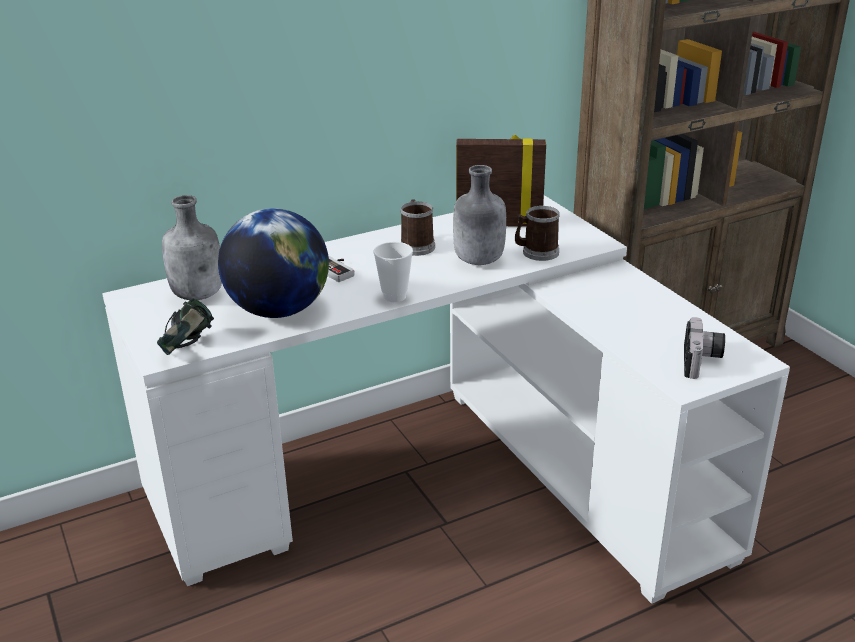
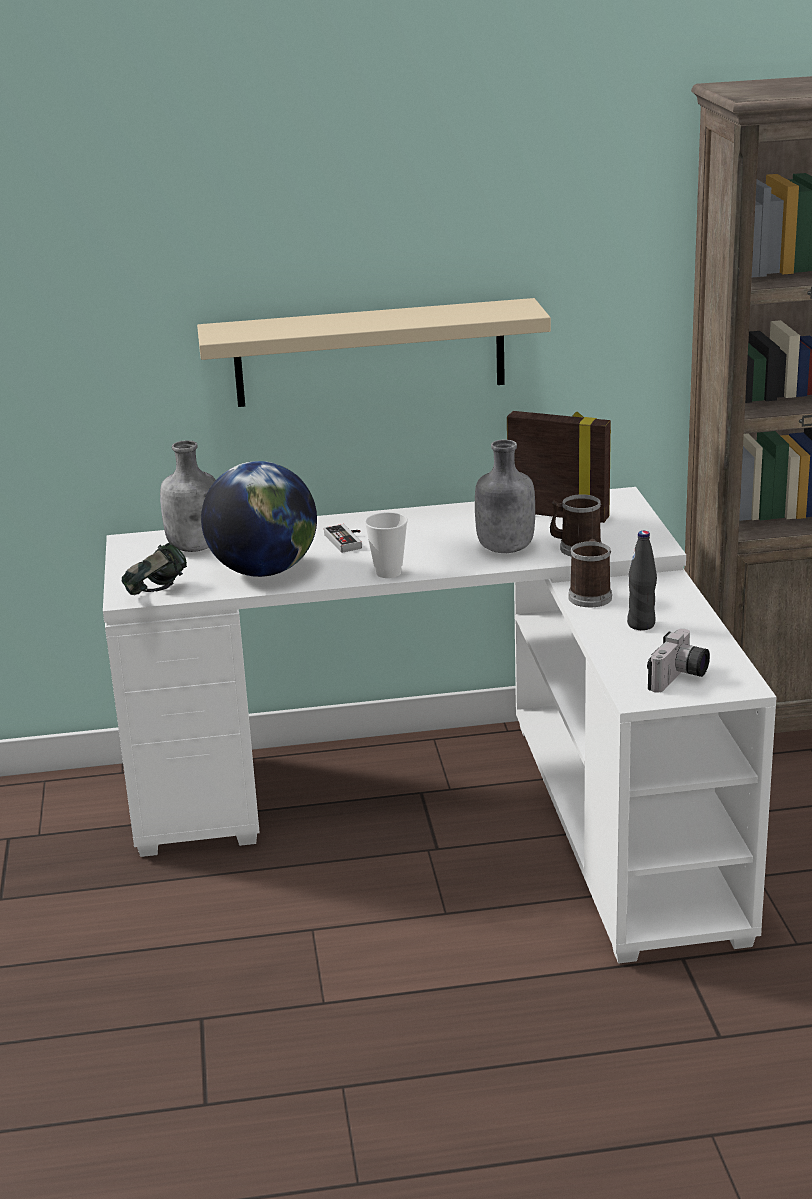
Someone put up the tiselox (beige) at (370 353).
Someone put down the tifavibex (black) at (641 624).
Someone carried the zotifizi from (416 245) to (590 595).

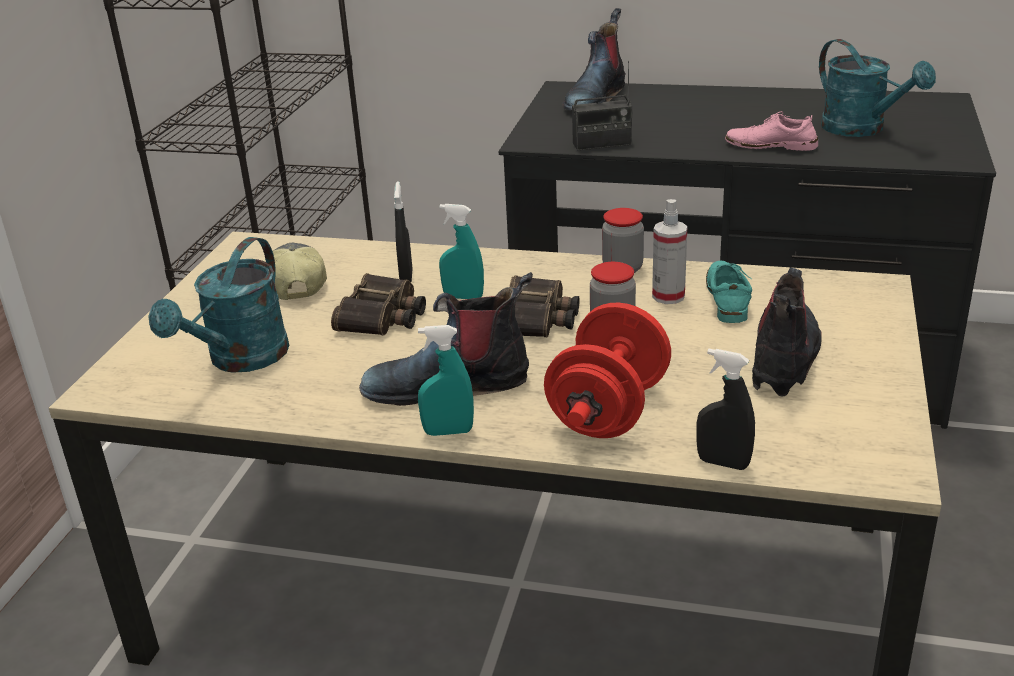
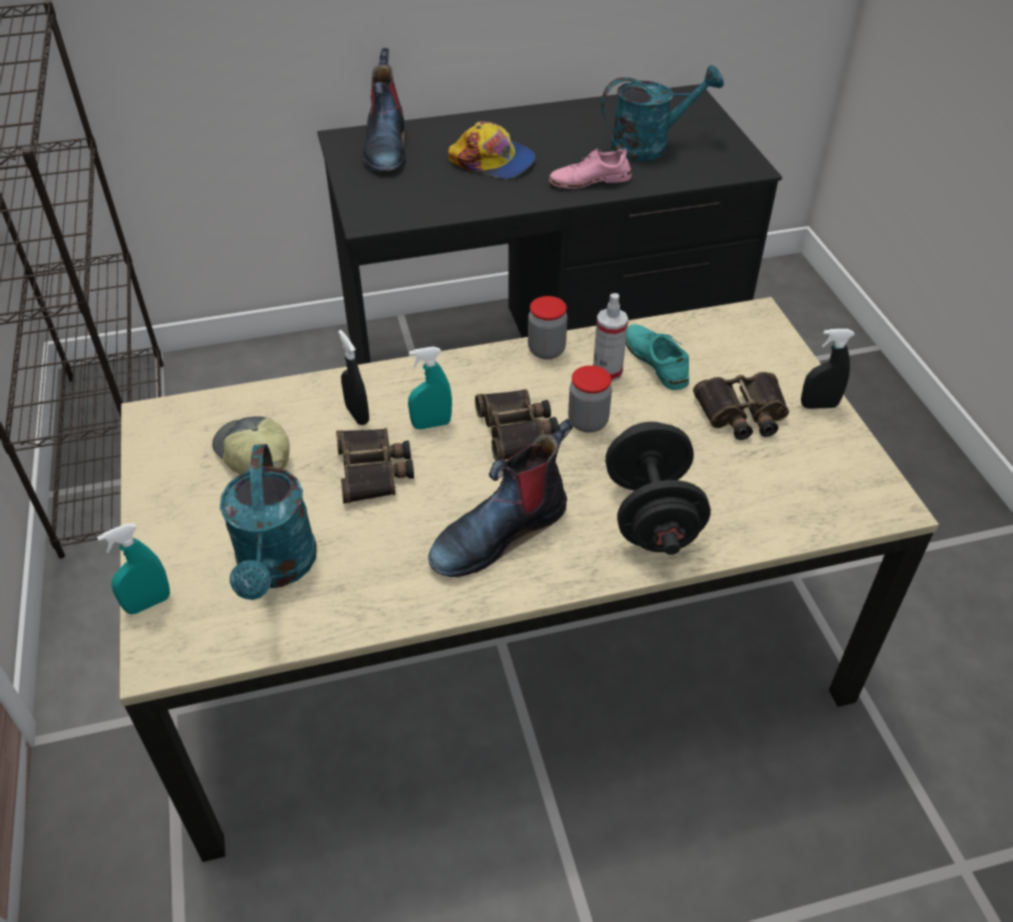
Someone took away the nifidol at (602 144).
Someone put down the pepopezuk at (493 161).
Someone carried the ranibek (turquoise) from (448 432) to (148 603).
Someone carried the ranibek (black) from (723 463) to (818 405).
Someone swapped the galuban at (784 357) for the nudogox at (742 414).
Someone repainted the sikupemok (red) at (608 410), which became the sikupemok (black) at (651 515).
Someone rotated the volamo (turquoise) at (862 130) by 45 degrees counterclockwise.

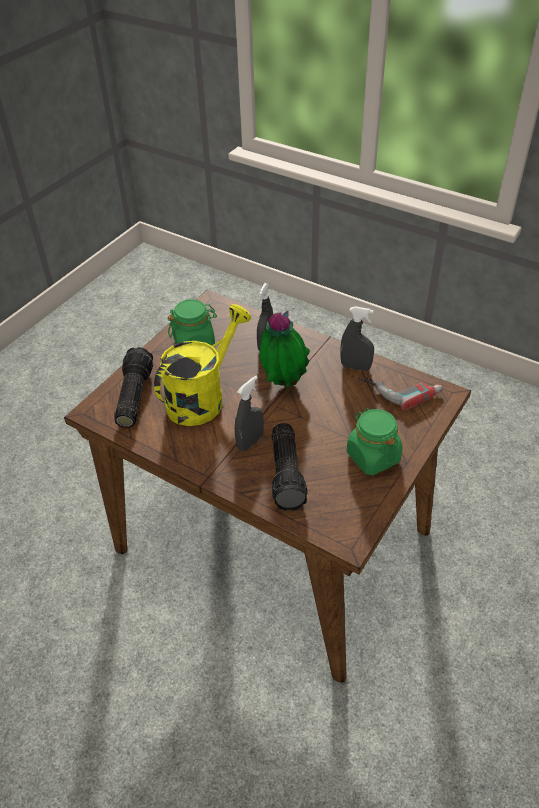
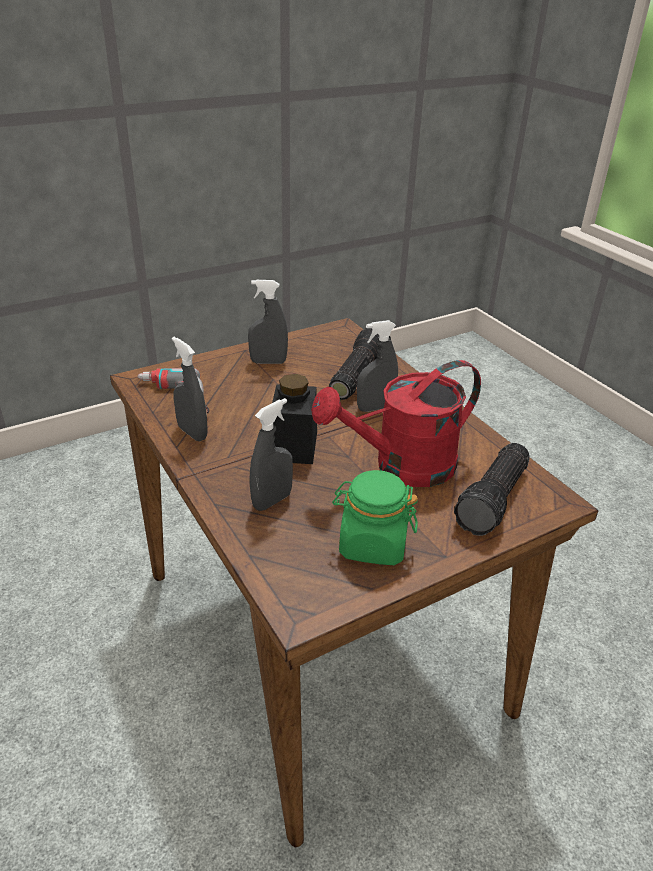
Someone swapped the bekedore at (283 384) for the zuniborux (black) at (293 446).
Someone swapped the zuniborux (green) at (372 456) for the ranibek (grey) at (268 362).
Someone repainted the volamo (yellow) at (202 397), which became the volamo (red) at (402 467).

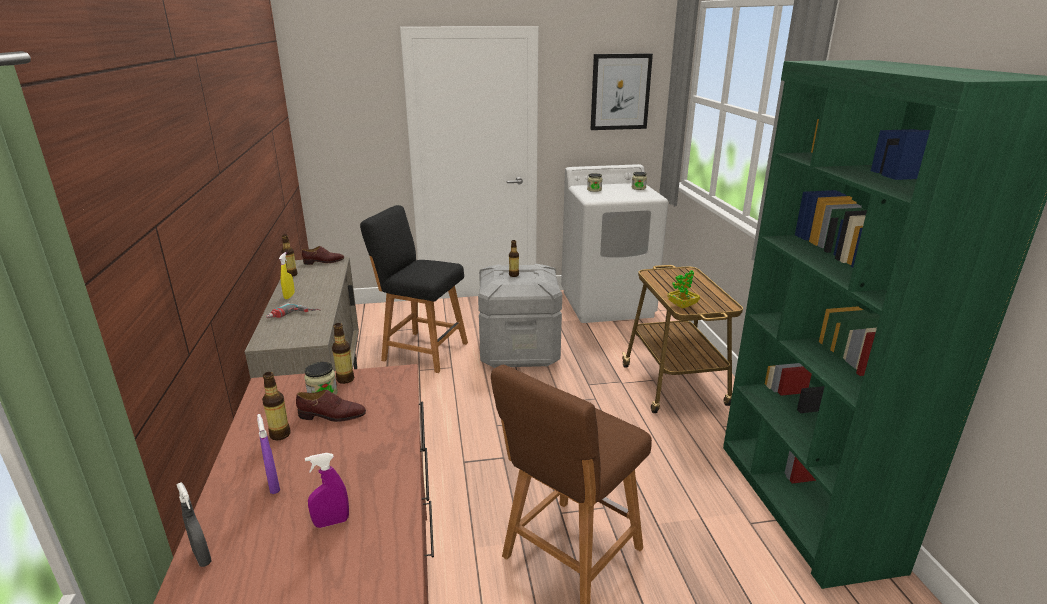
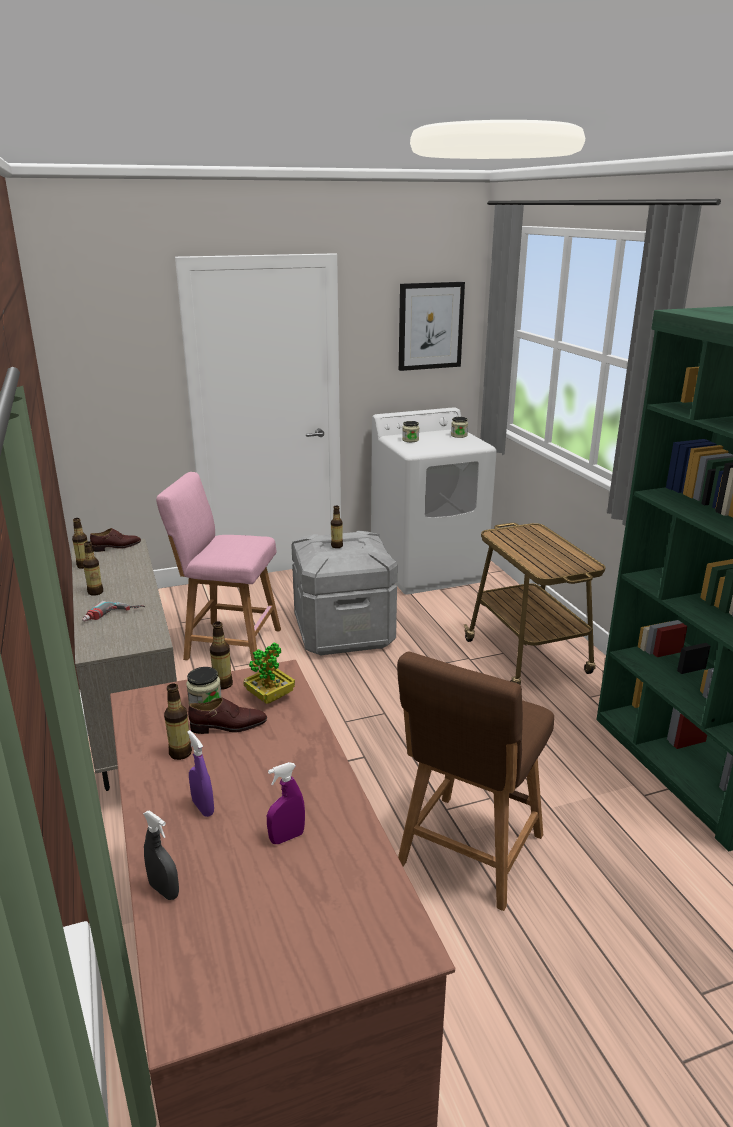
Someone carried the bekedore from (682 305) to (270 696).
Someone swapped the ranibek (yellow) at (289 296) for the tifavibex at (95 592).
Someone repainted the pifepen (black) at (421 351), which became the pifepen (pink) at (228 643).

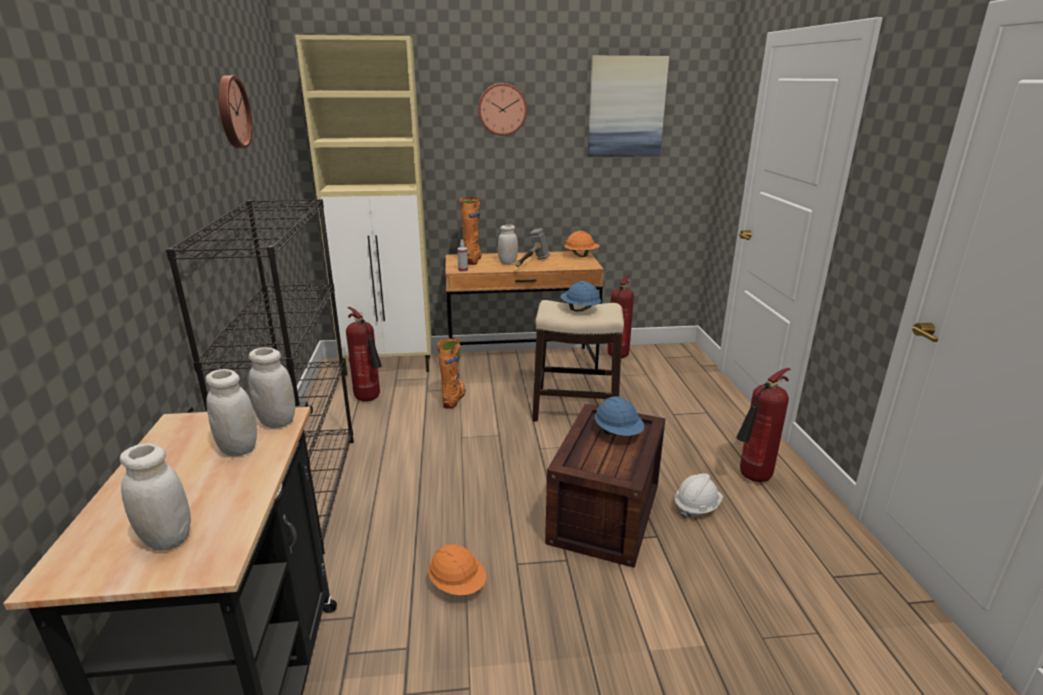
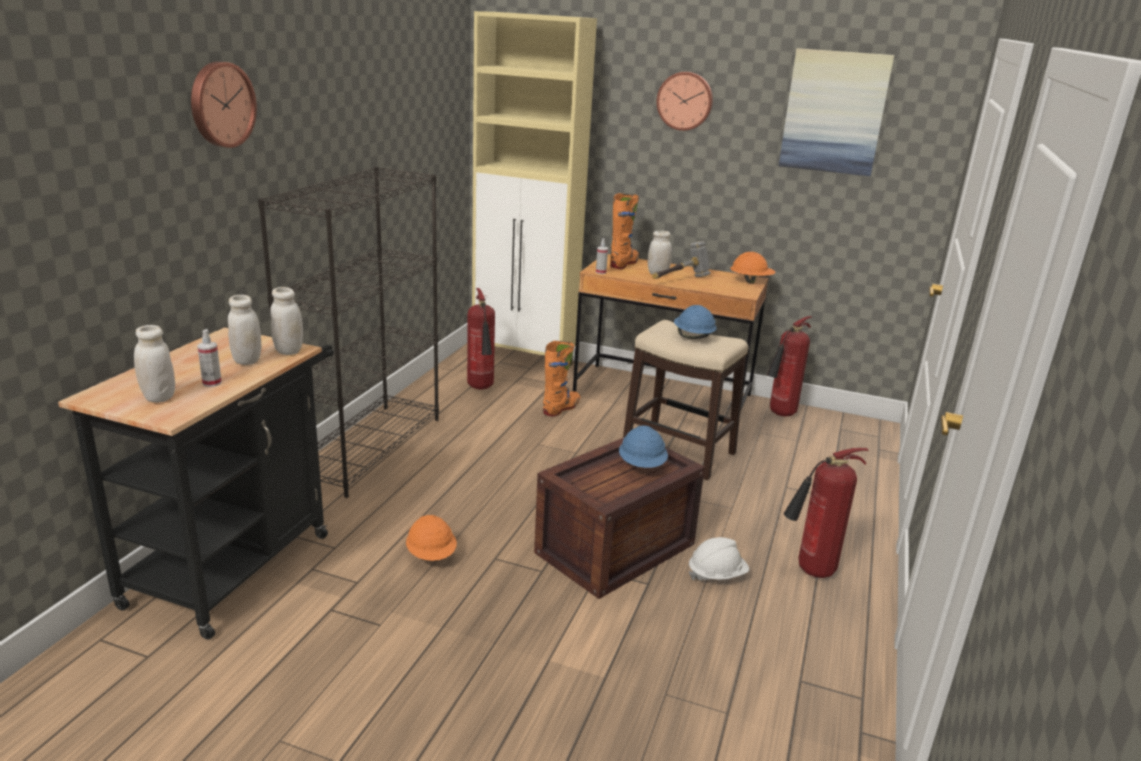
Someone put down the ranibek at (212 383).
Someone carried the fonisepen from (231 112) to (220 104).

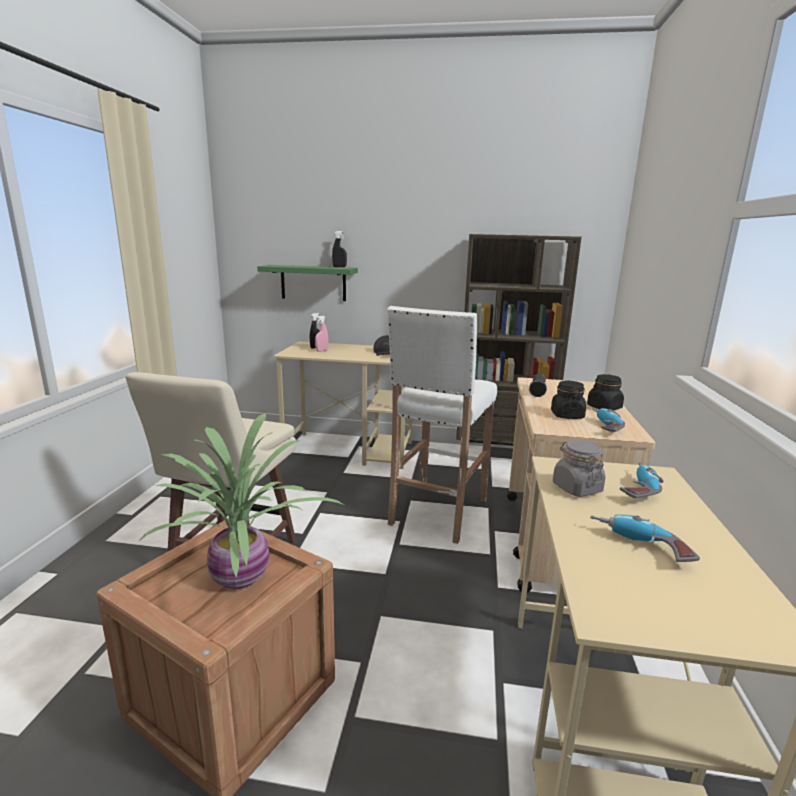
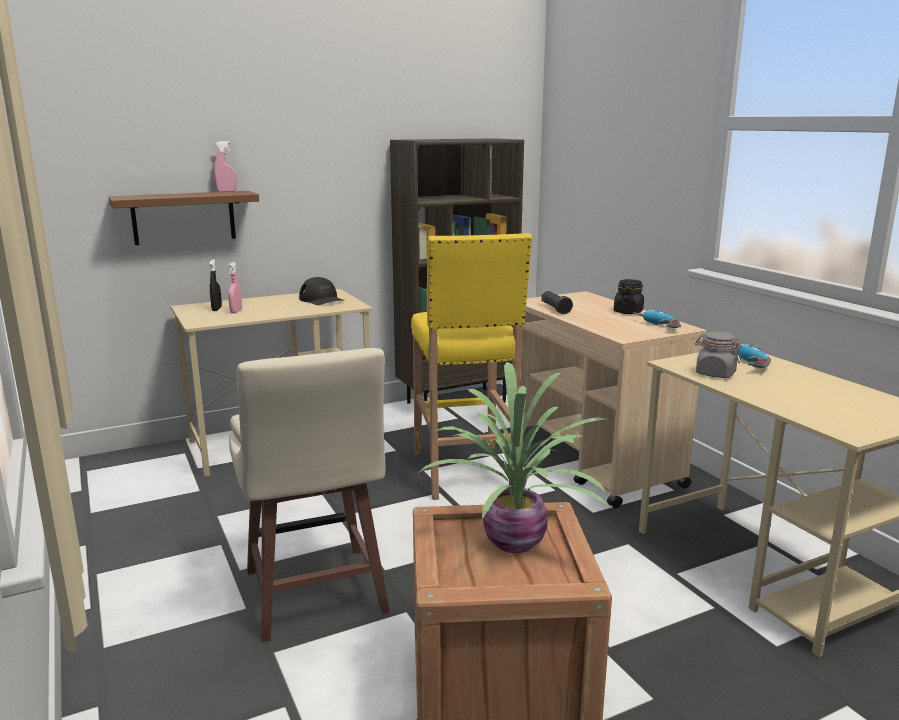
Someone took away the zuniborux (black) at (567 415).
Someone took away the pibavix at (639 547).
Someone repainted the tiselox (green) at (313 283), which became the tiselox (brown) at (184 217).
Someone repainted the ranibek (black) at (339 267), which became the ranibek (pink) at (226 191).
Someone repainted the pifepen (white) at (437 512), which became the pifepen (yellow) at (465 472).

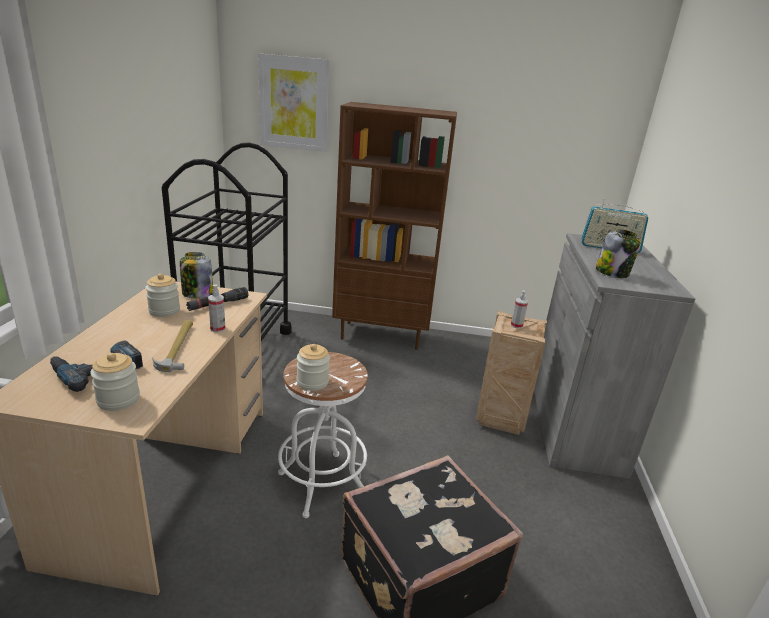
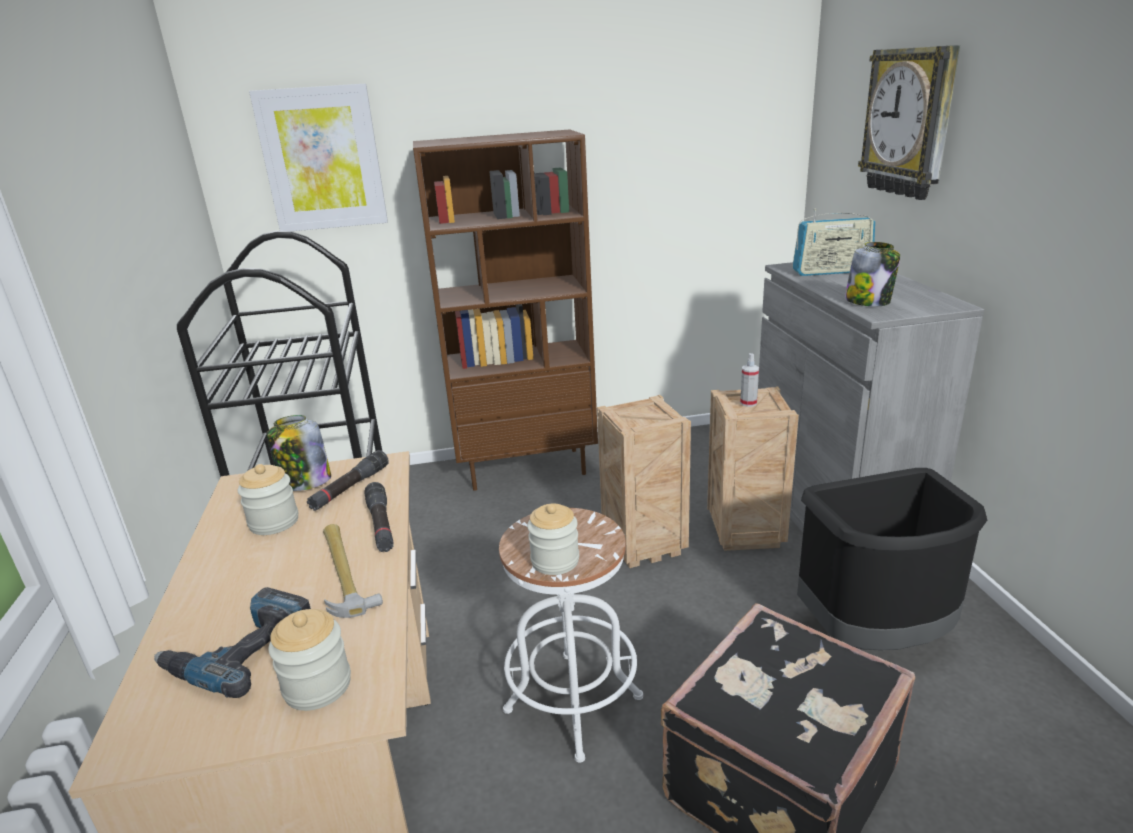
Someone put down the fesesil at (645 545).
Someone put down the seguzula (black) at (875 635).
Someone put up the fonisepen at (910 122).
Someone swapped the ranibek at (217 329) for the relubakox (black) at (381 525).

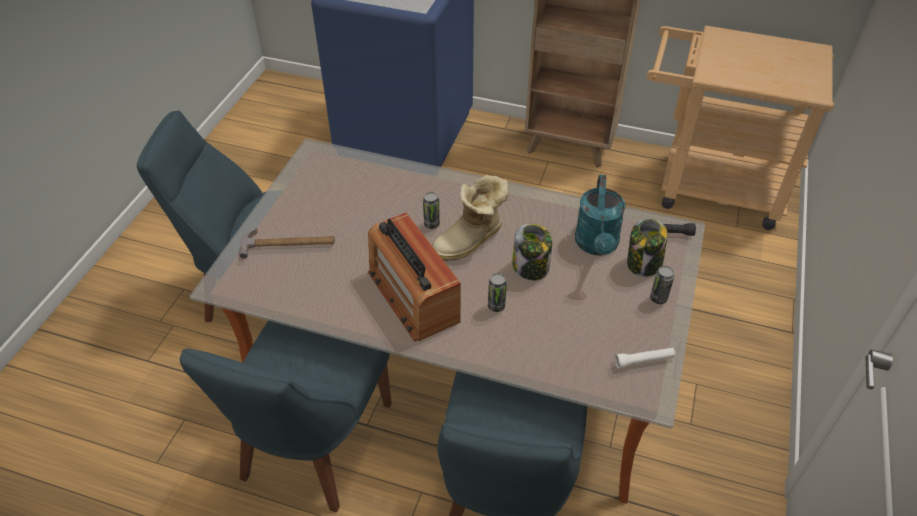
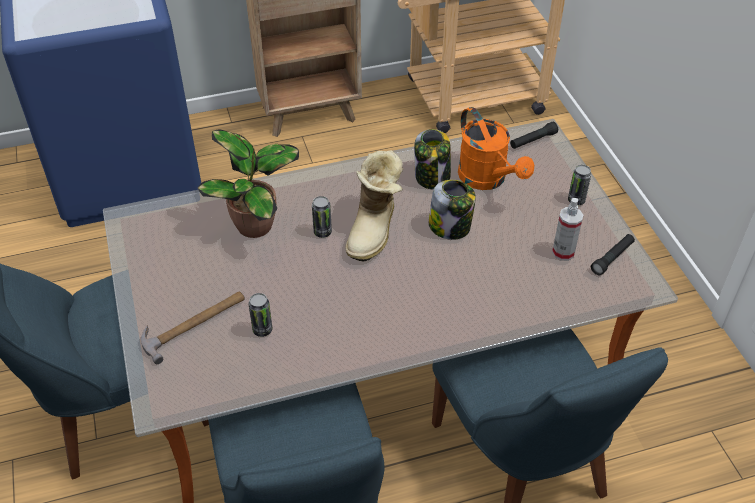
Someone took away the nifidol at (413 295).
Someone put down the bekedore at (257 225).
Someone put down the ranibek at (563 252).
Someone carried the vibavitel from (496 306) to (262 330).
Someone carried the zuniborux from (644 264) to (432 177).
Someone repainted the volamo (turquoise) at (597 246), which became the volamo (orange) at (487 179).
Someone repainted the relubakox (white) at (644 361), which became the relubakox (black) at (612 258).

